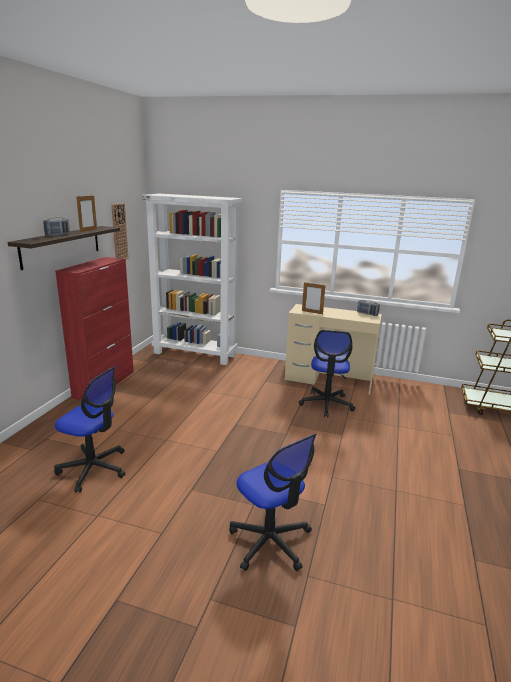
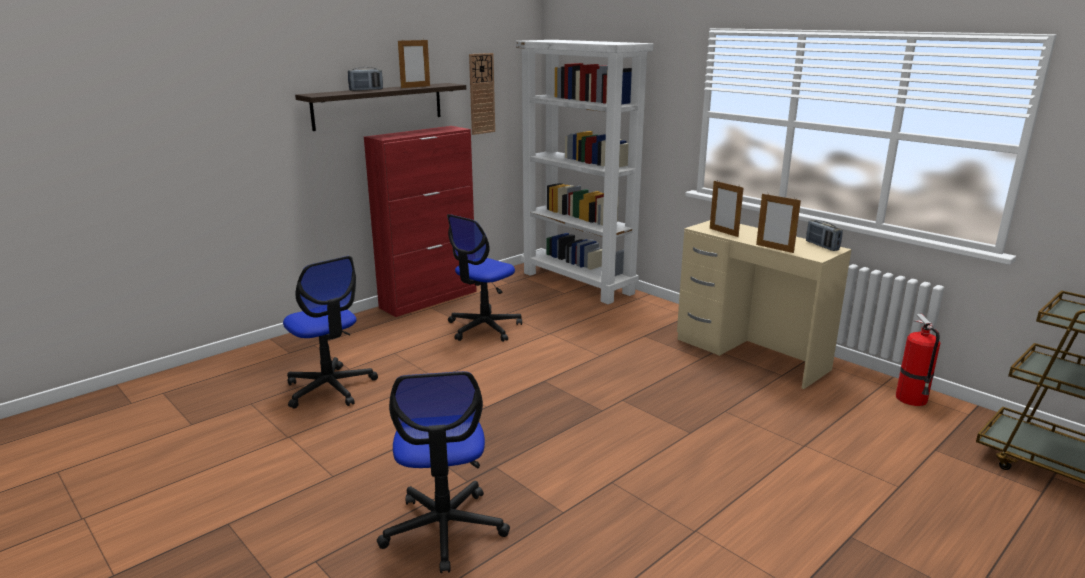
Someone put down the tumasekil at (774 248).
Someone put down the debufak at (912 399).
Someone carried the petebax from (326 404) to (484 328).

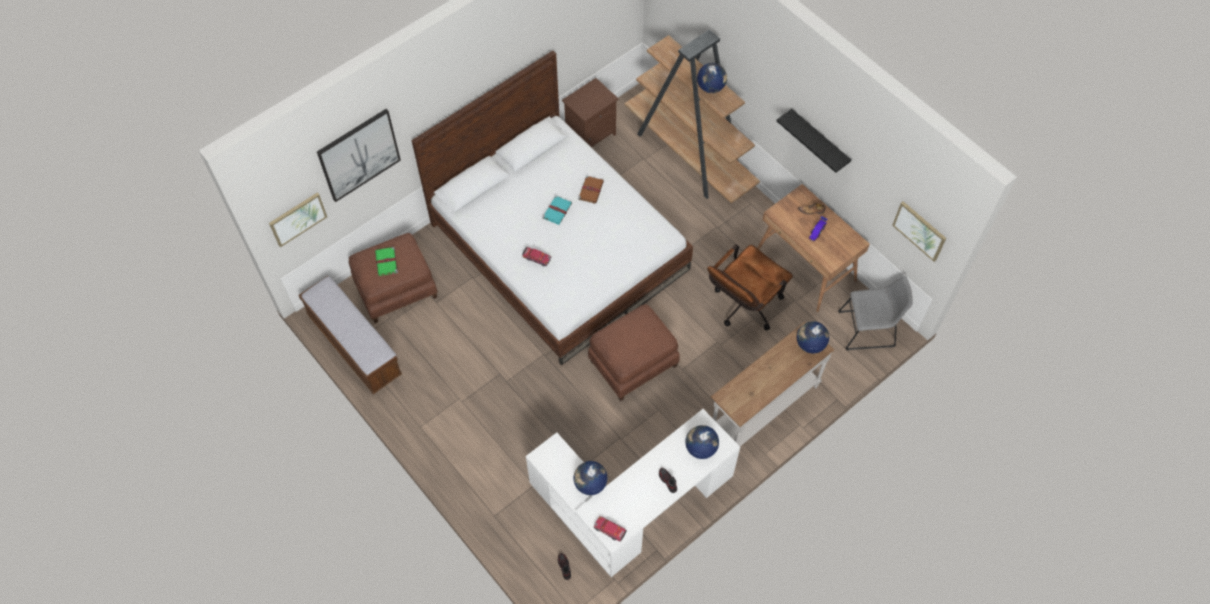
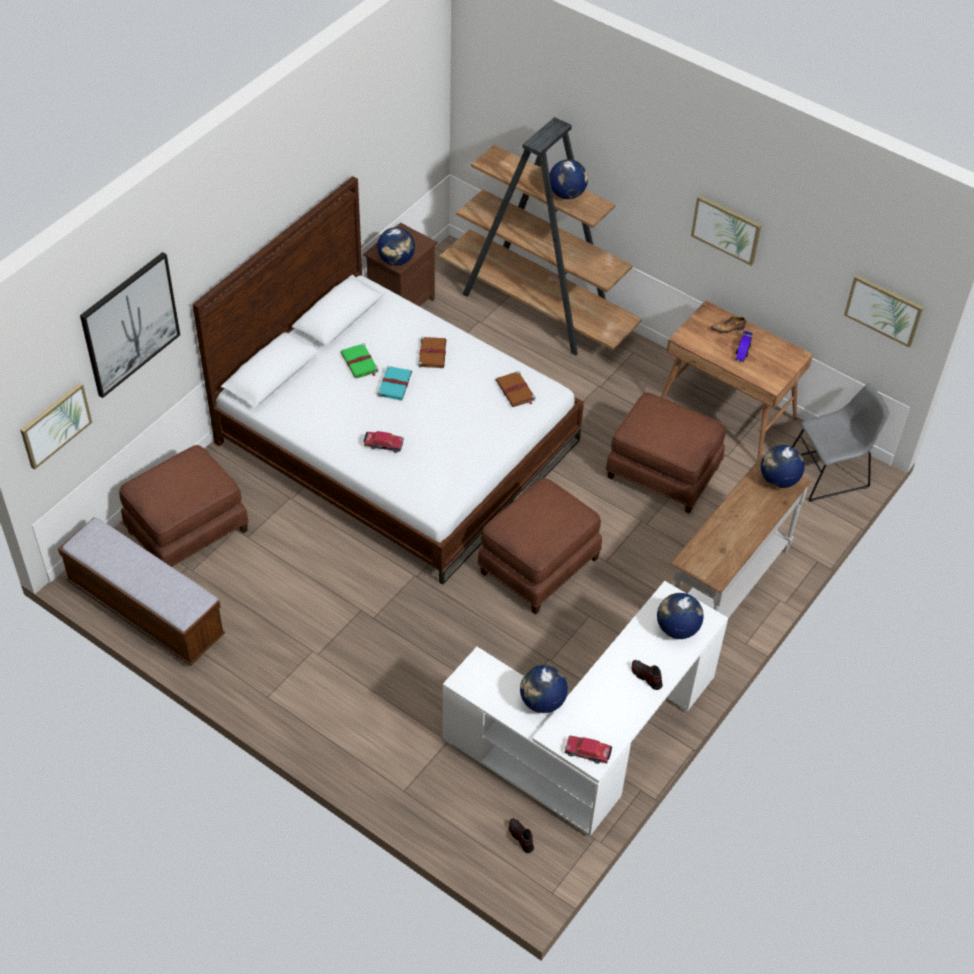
Someone put down the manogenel at (396 260).
Someone put down the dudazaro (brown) at (515 391).
Someone carried the dudazaro (green) from (386 262) to (360 363).
Someone swapped the petebax (brown) at (743 307) for the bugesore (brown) at (662 473).
Someone swapped the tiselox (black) at (819 141) for the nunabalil at (726 229).

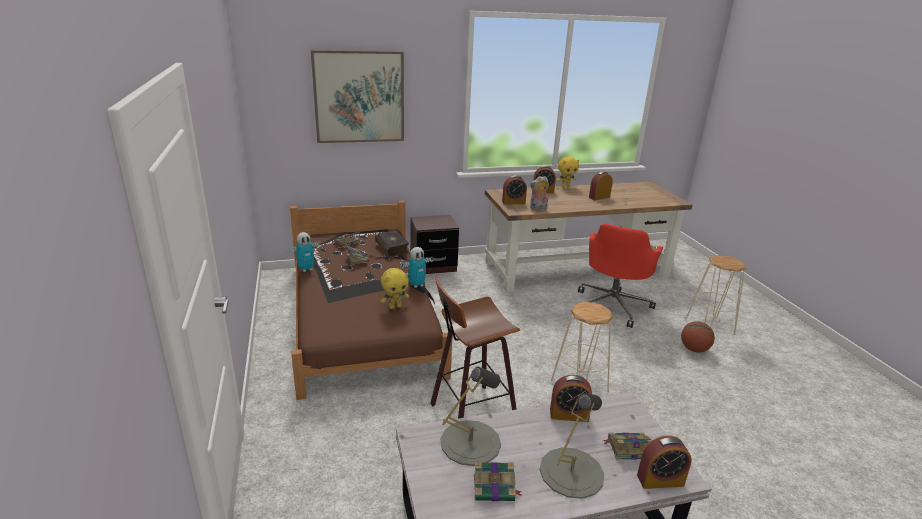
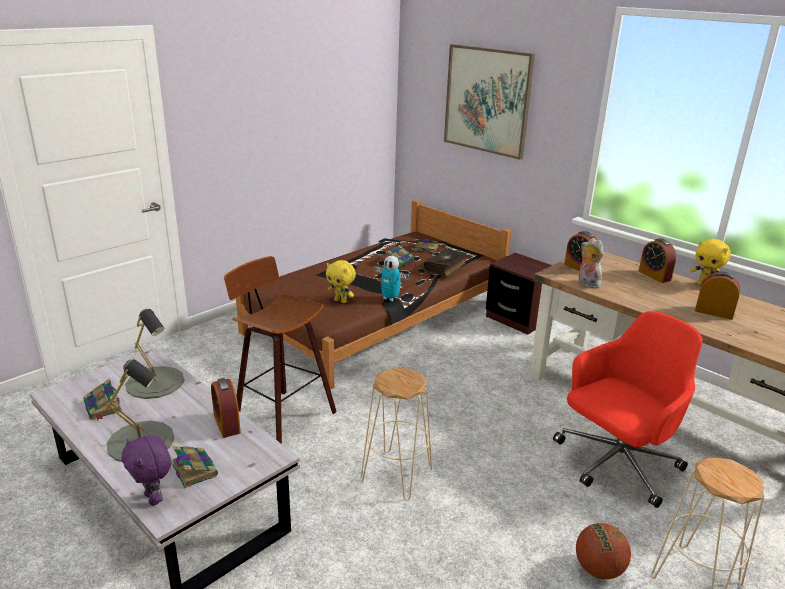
Someone took away the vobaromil at (306 269).
Someone swapped the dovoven at (660 480) for the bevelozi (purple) at (154 499).
Someone rotated the petebax (red) at (612 305) by 150 degrees clockwise.

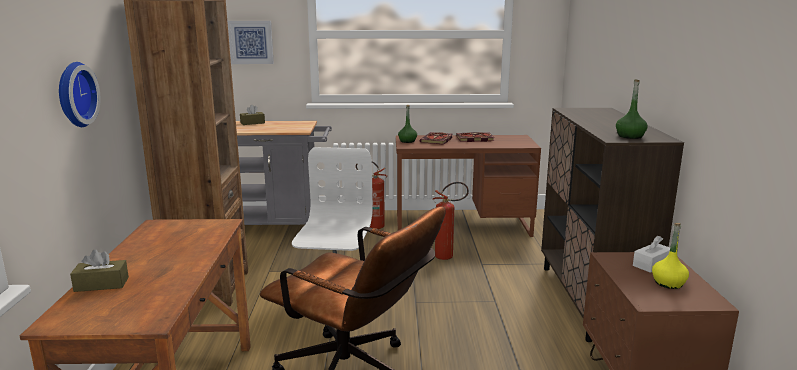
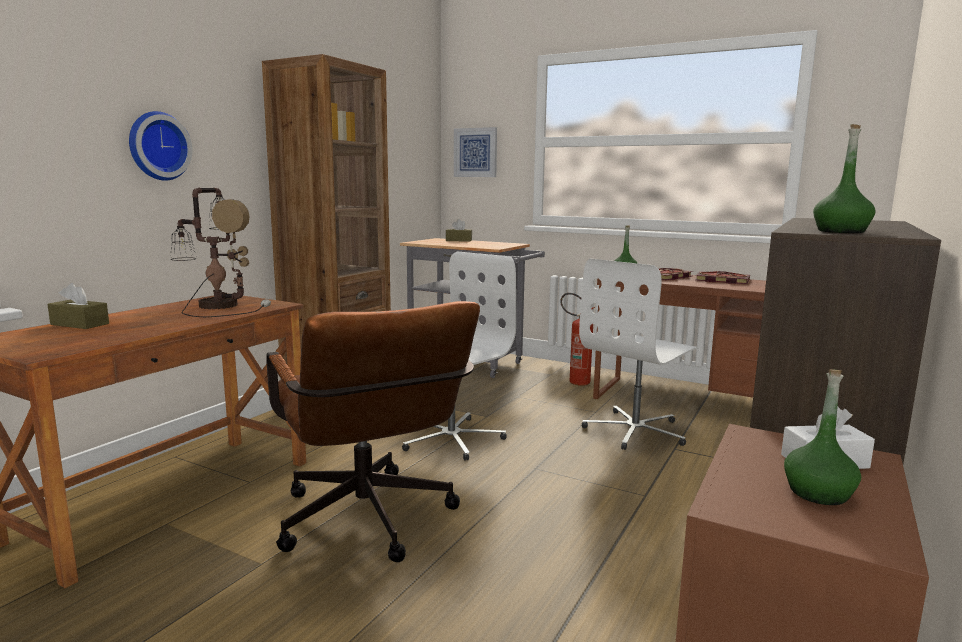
Someone put down the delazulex at (217 305).
Someone swapped the debufak at (448 257) for the petebax (white) at (636 431).
Someone repainted the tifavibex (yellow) at (668 283), which became the tifavibex (green) at (818 493).

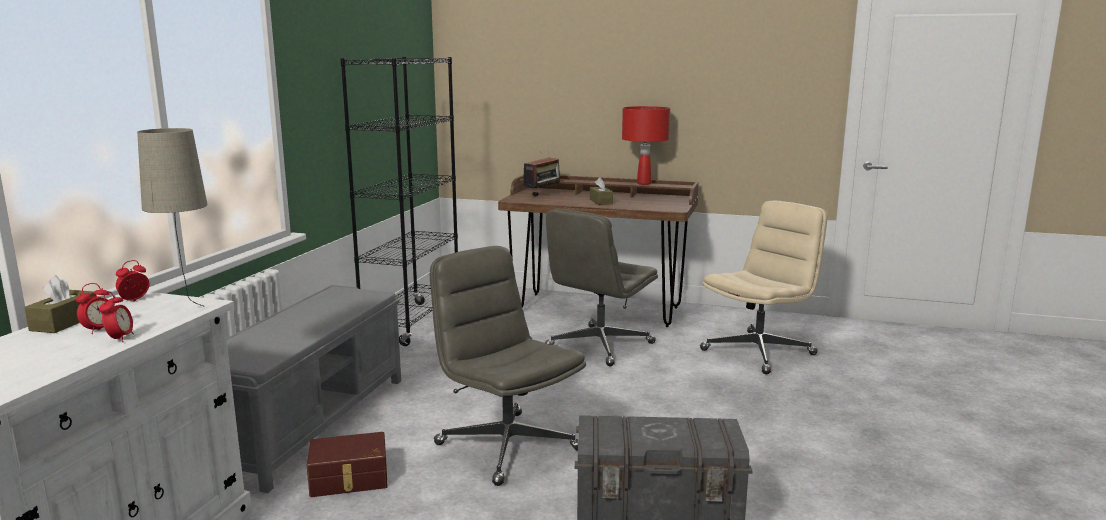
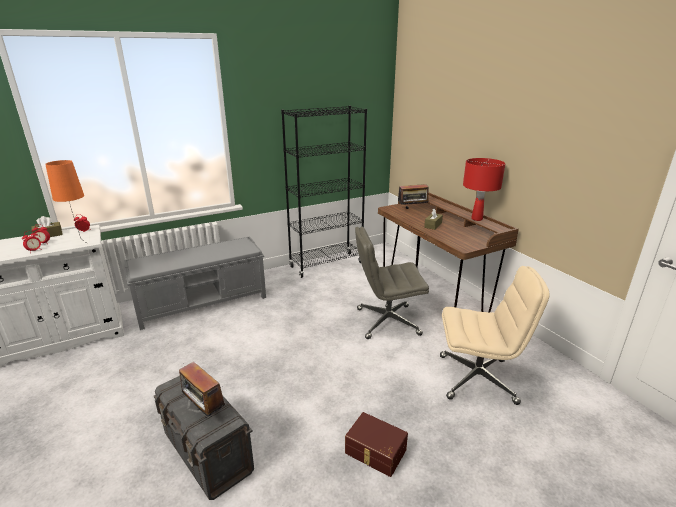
Someone took away the petebax (grey) at (506 446).
Someone put down the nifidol at (204 410).
Someone carried the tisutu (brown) from (349 479) to (375 452).
Someone repainted the delazulex (beige) at (188 309), which became the delazulex (orange) at (81 243).

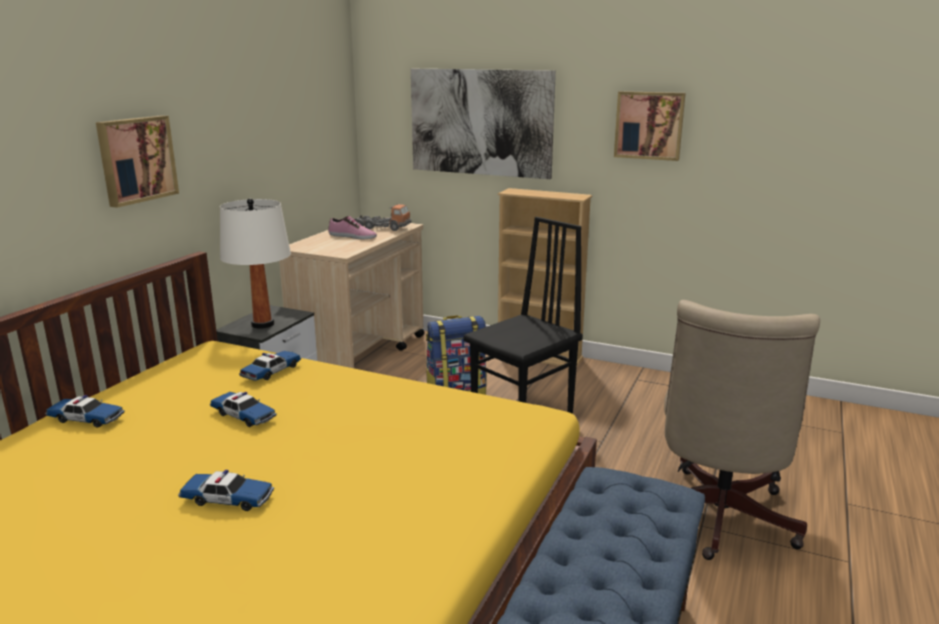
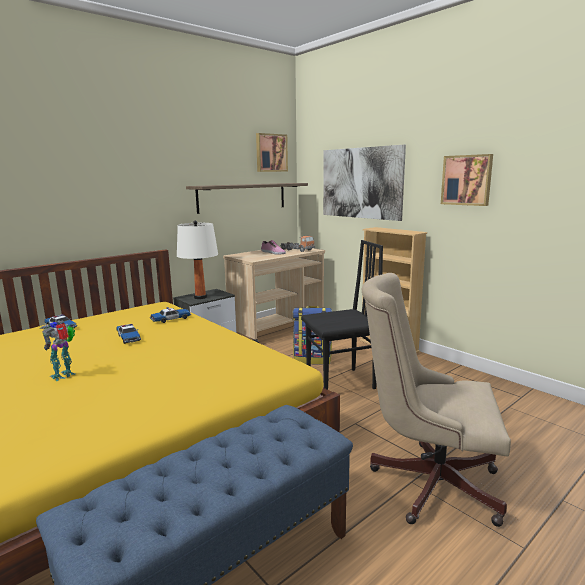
Someone put up the tiselox at (242 197).
Someone carried the nunabalil from (136 159) to (271 153).
Someone swapped the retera at (227 499) for the vobaromil at (64 375).
Someone rotated the petebax (beige) at (716 520) by 60 degrees clockwise.

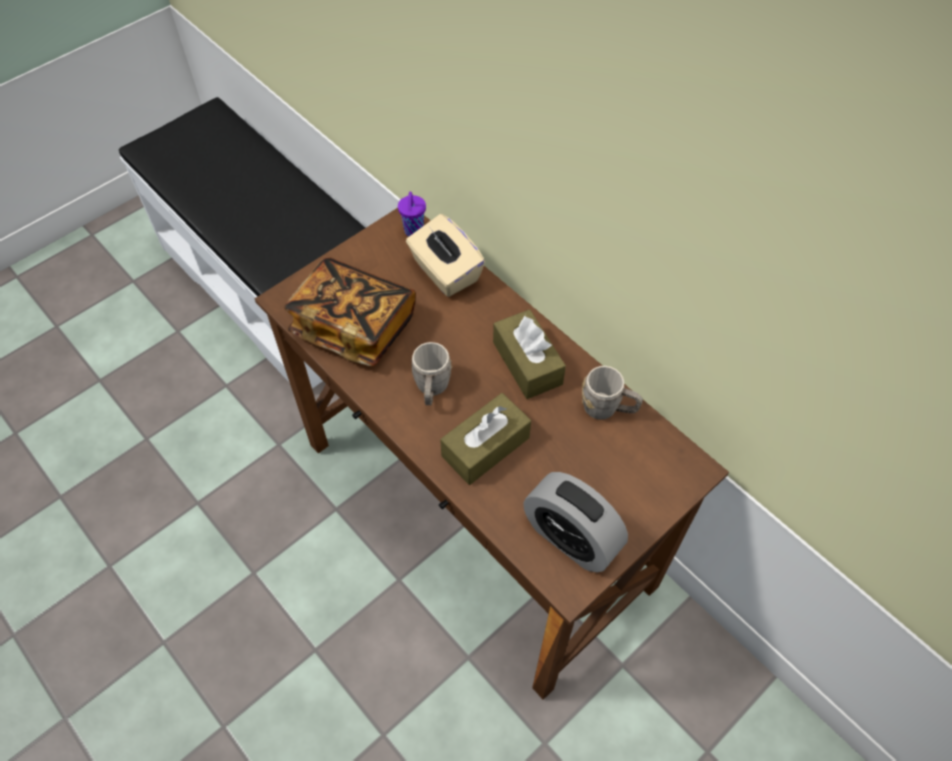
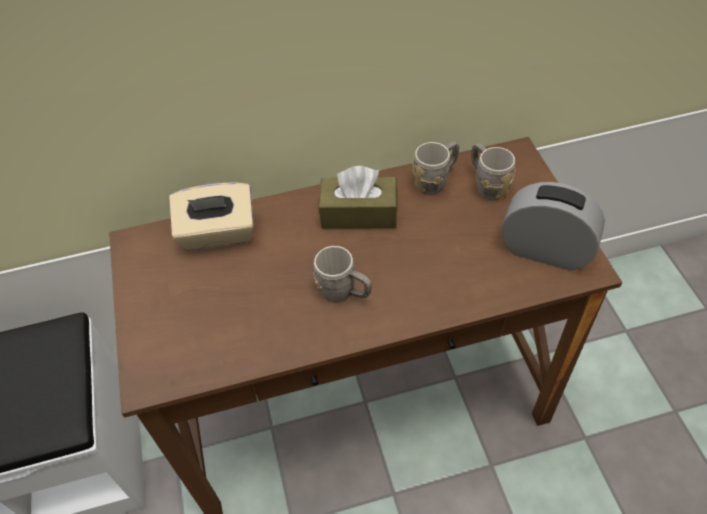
Someone took away the dudazaro at (354 326).
Someone took away the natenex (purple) at (413 232).
Someone took away the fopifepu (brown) at (485 447).
Someone put down the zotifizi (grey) at (487 185).
Someone rotated the dovoven at (571 537) by 135 degrees counterclockwise.

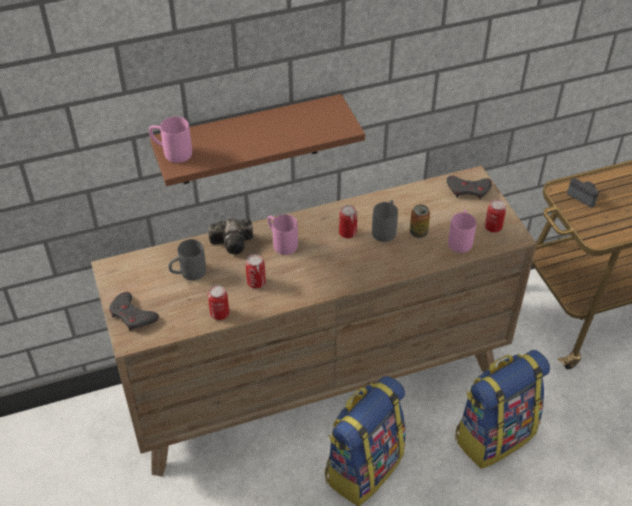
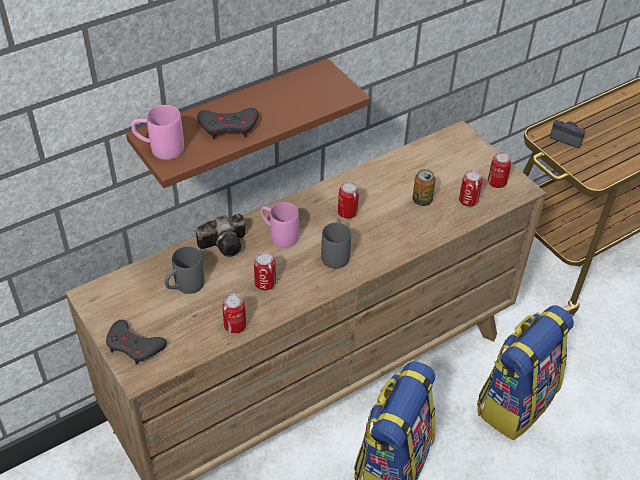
Someone carried the zotifizi (grey) from (385 229) to (336 253).
Someone carried the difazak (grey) from (468 190) to (229 126).
Someone swapped the zotifizi (pink) at (460 239) for the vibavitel at (468 201).

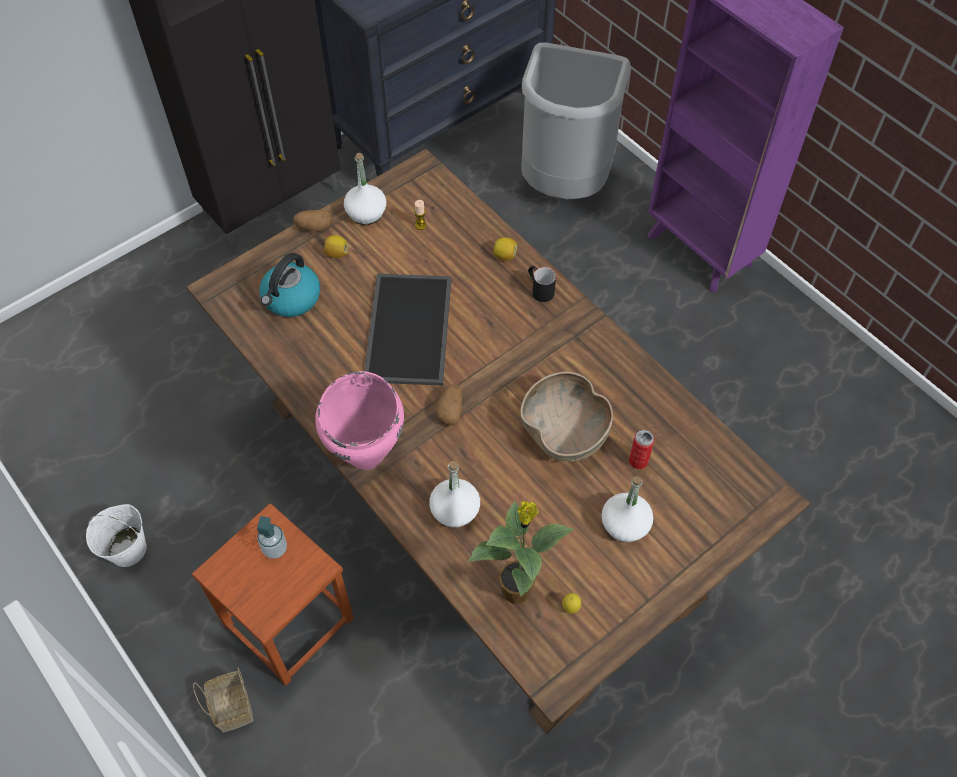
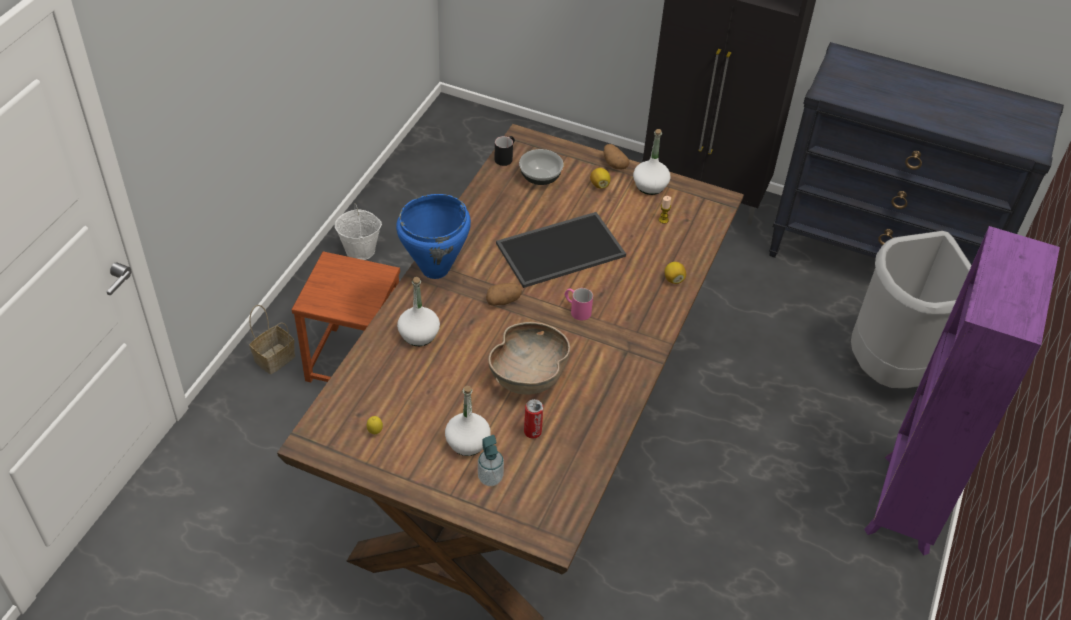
Someone took away the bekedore at (517 589).
Someone put down the zotifizi (pink) at (576 310).
Someone carried the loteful from (275 549) to (490 478).
Someone carried the zotifizi (black) from (539 289) to (505 157).
Someone swapped the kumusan at (291 299) for the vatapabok at (540 178).
Someone repainted the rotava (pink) at (367 454), which became the rotava (blue) at (436 269).

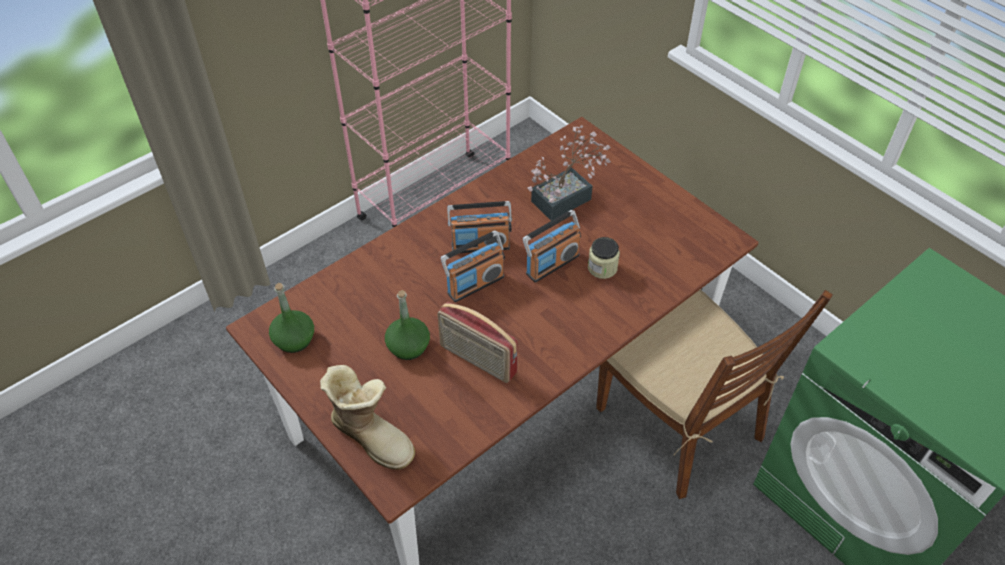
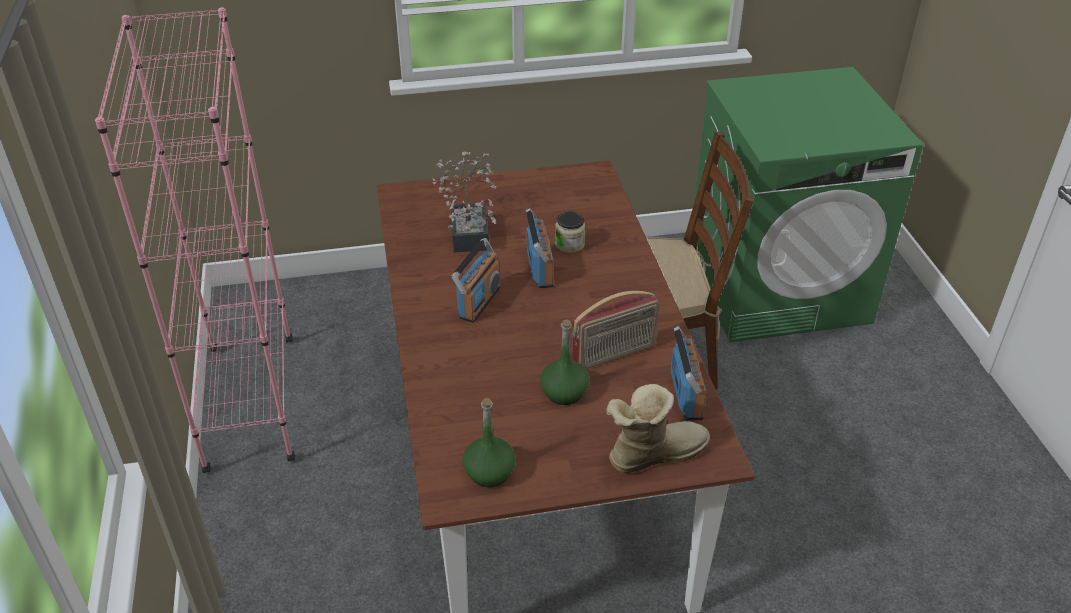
Someone carried the nifidol from (475 284) to (686 395).

